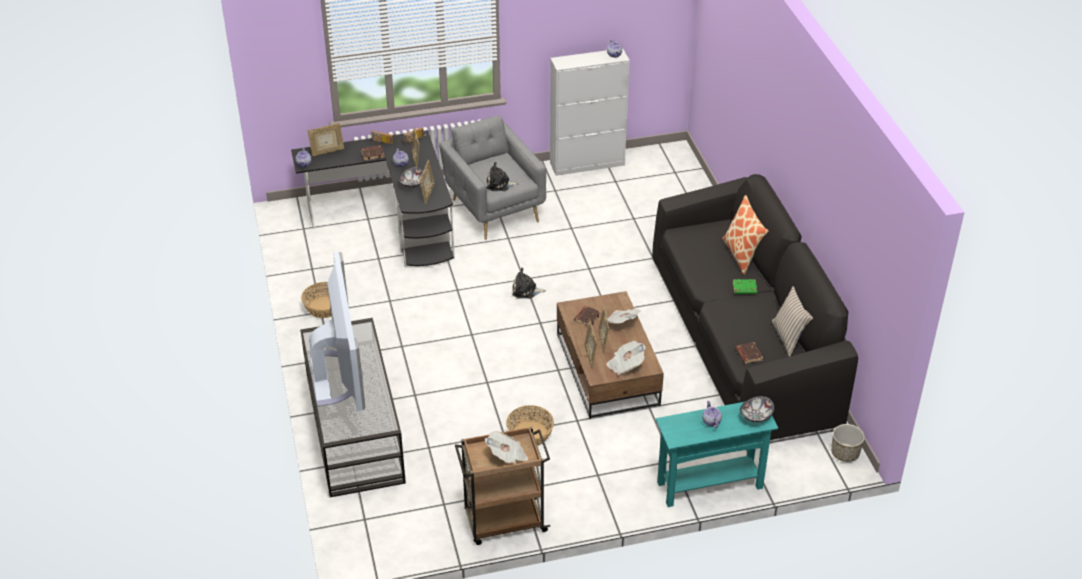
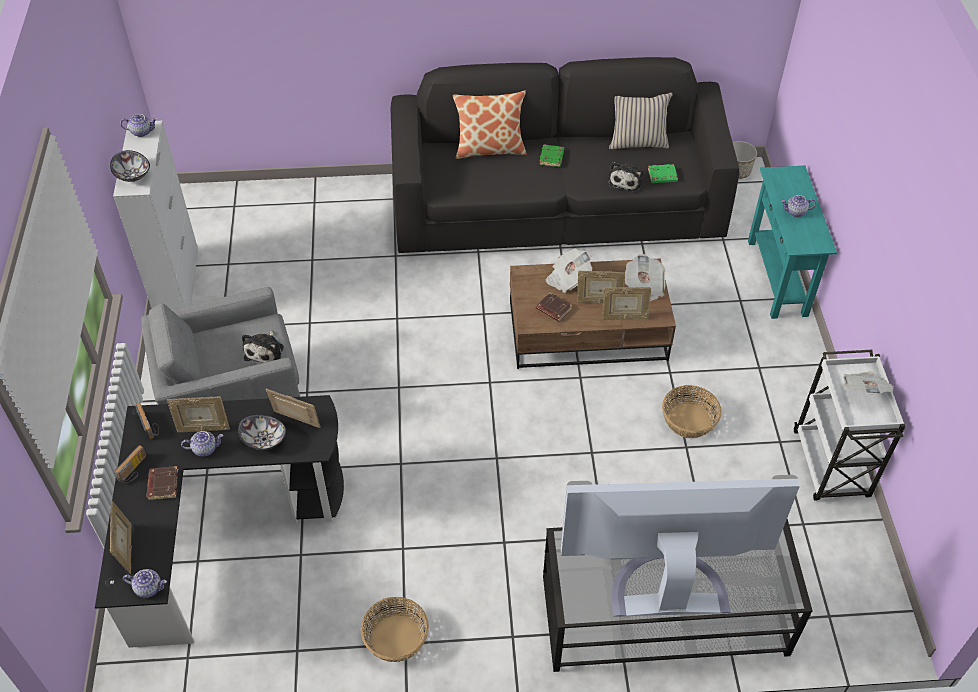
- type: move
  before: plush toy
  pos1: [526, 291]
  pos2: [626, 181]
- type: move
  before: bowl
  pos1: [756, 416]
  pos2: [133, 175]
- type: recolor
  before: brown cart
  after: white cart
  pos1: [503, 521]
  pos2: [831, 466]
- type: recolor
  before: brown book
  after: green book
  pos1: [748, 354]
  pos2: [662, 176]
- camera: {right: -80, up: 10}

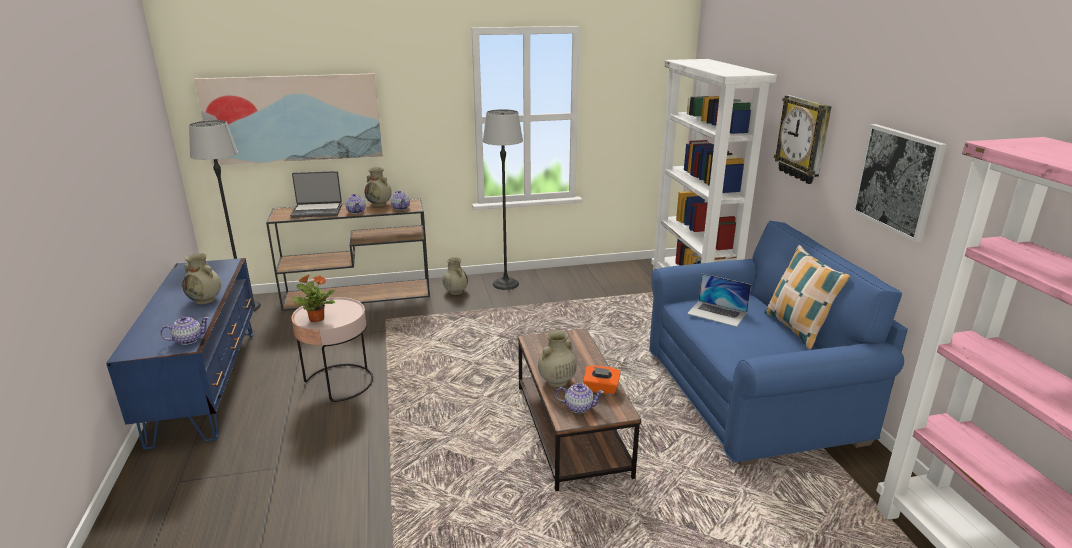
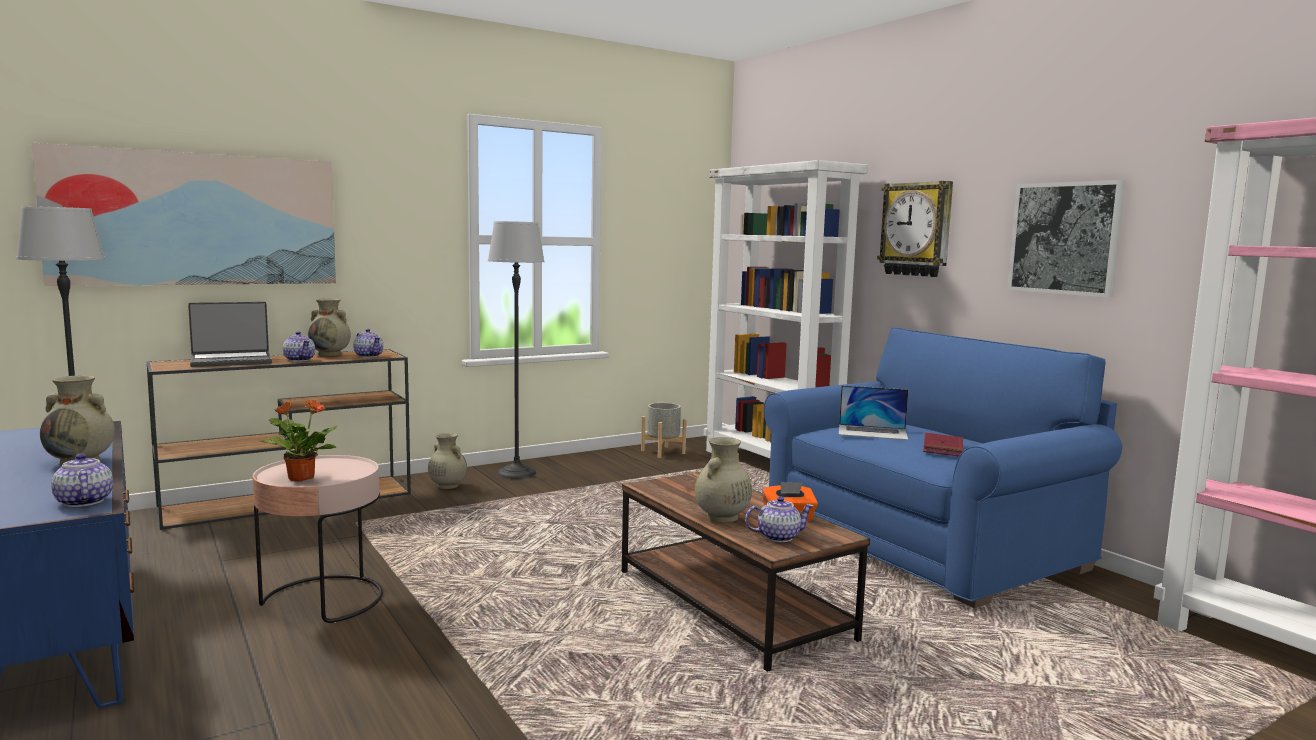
- type: delete
  before: pillow
  pos1: [797, 329]
- type: insert
  after: grey planter
  pos2: [662, 452]
- type: insert
  after: red book
  pos2: [943, 448]
- type: rotate
  before: teapot
  pos1: [188, 340]
  pos2: [83, 502]
  turn: -75
- camera: {right: -20, up: -15}

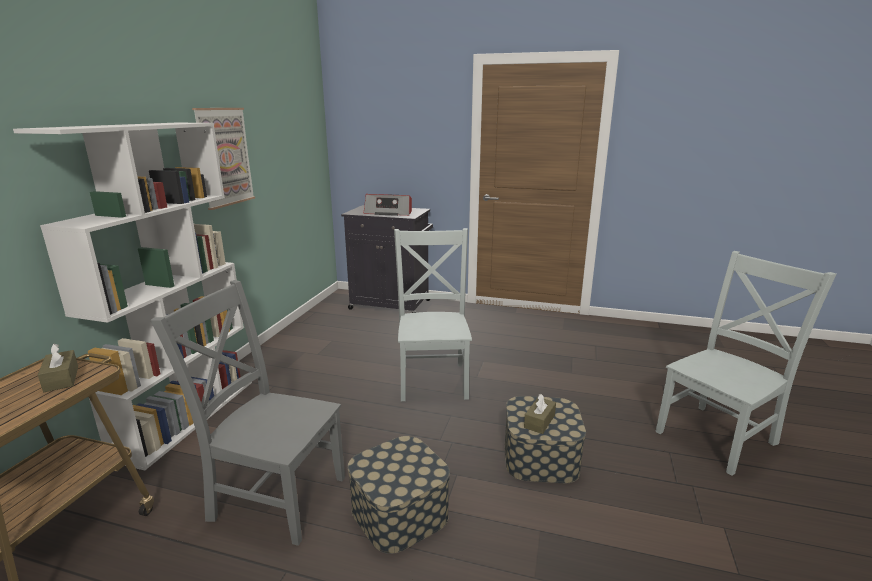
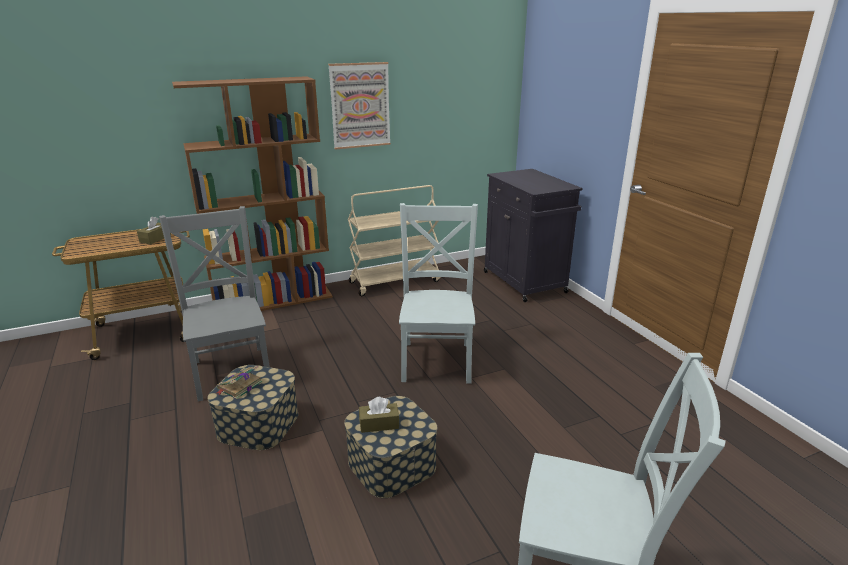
- type: delete
  before: radio
  pos1: [389, 213]
- type: insert
  after: book
  pos2: [239, 386]
- type: insert
  after: beige cart
  pos2: [395, 281]
- type: recolor
  before: white bookcase
  after: brown bookcase
  pos1: [188, 416]
  pos2: [274, 300]
- type: rotate
  before: grey chair
  pos1: [433, 379]
  pos2: [437, 359]
  turn: -45
- camera: {right: 50, up: 5}

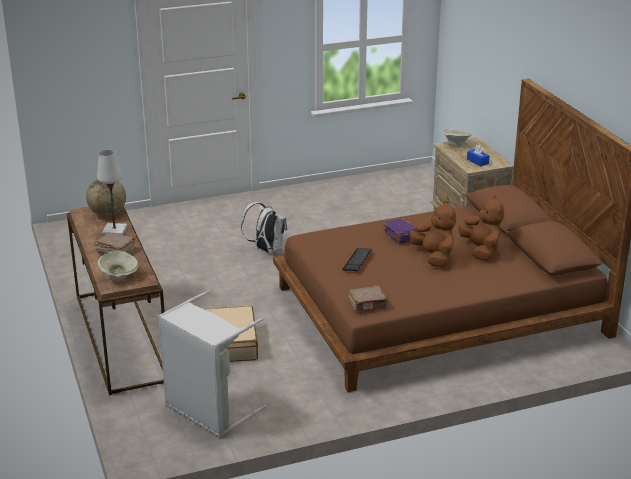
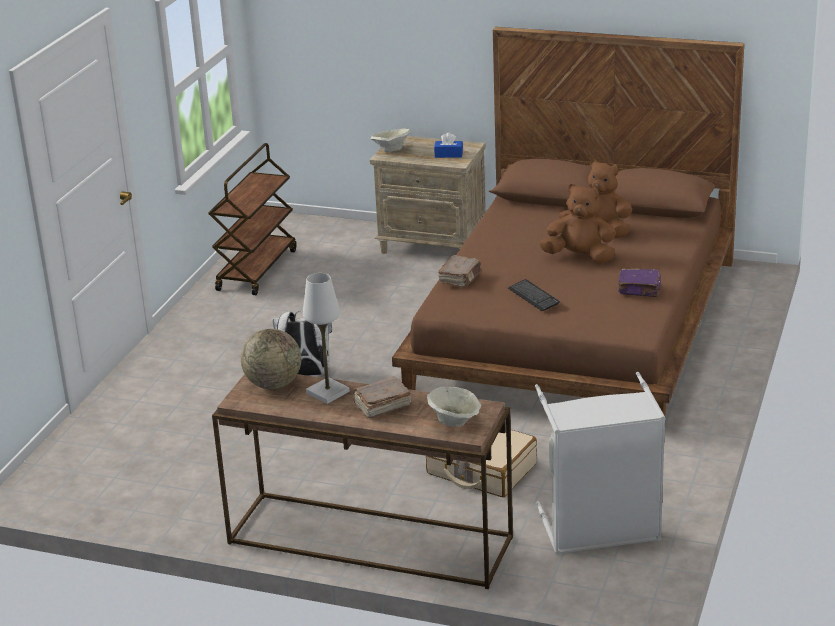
- type: insert
  after: brown cart
  pos2: [256, 269]
- type: move
  before: brown book
  pos1: [368, 305]
  pos2: [460, 278]
- type: move
  before: purple book
  pos1: [400, 236]
  pos2: [640, 290]
- camera: {right: -50, up: 0}

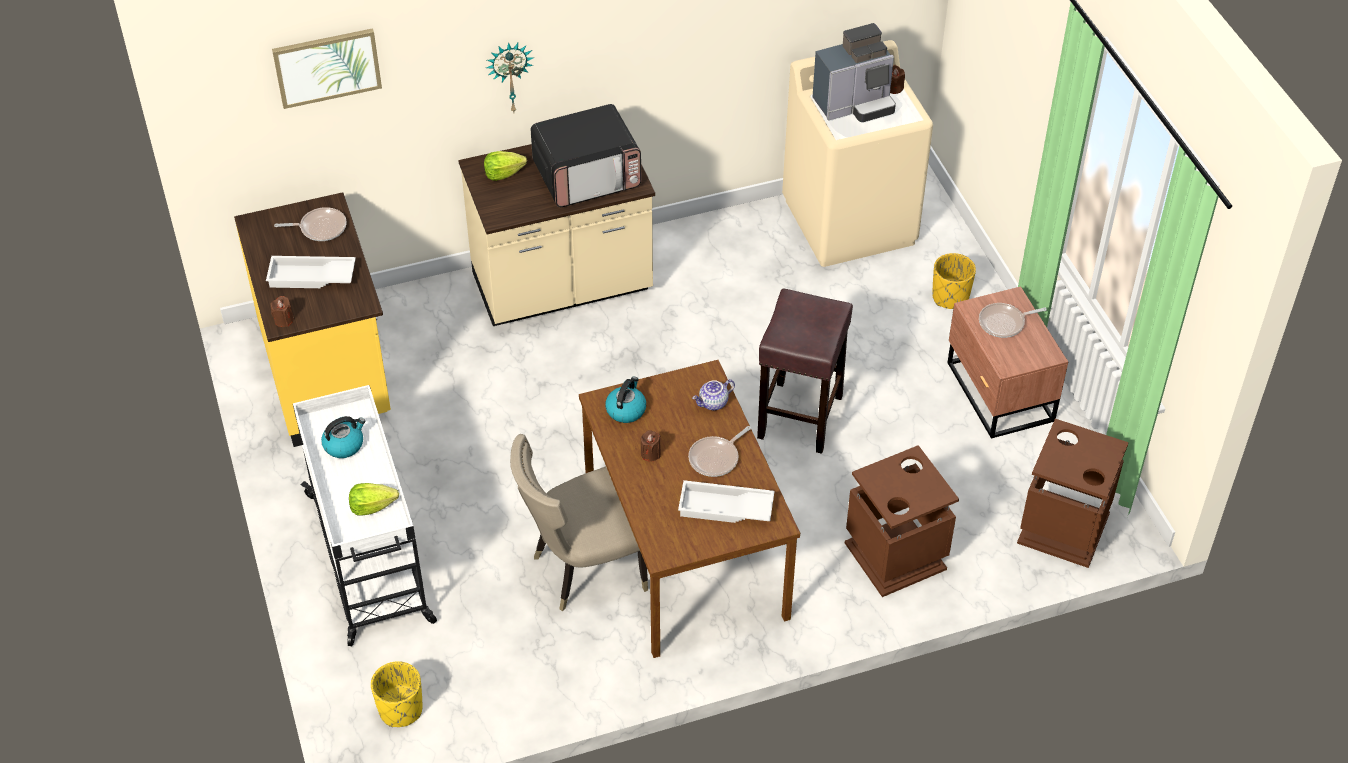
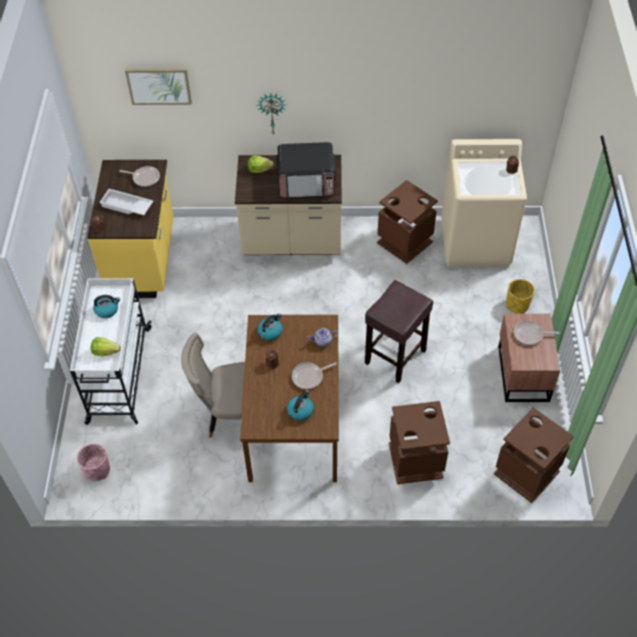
- type: delete
  before: coffee machine
  pos1: [855, 104]
- type: insert
  after: brown trash can
  pos2: [405, 242]
- type: replace
  before: white tray
  after: kettle
  pos1: [725, 509]
  pos2: [300, 410]
- type: recolor
  before: yellow planter
  after: pink planter
  pos1: [400, 710]
  pos2: [97, 470]
- camera: {right: 20, up: 5}

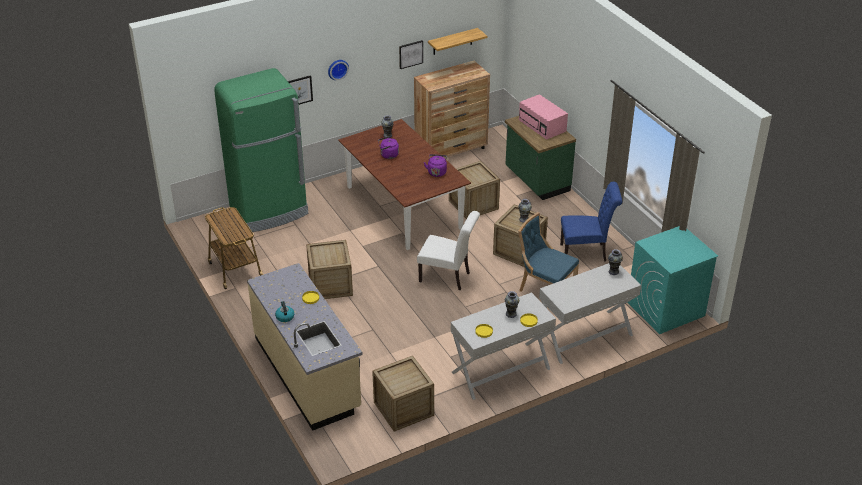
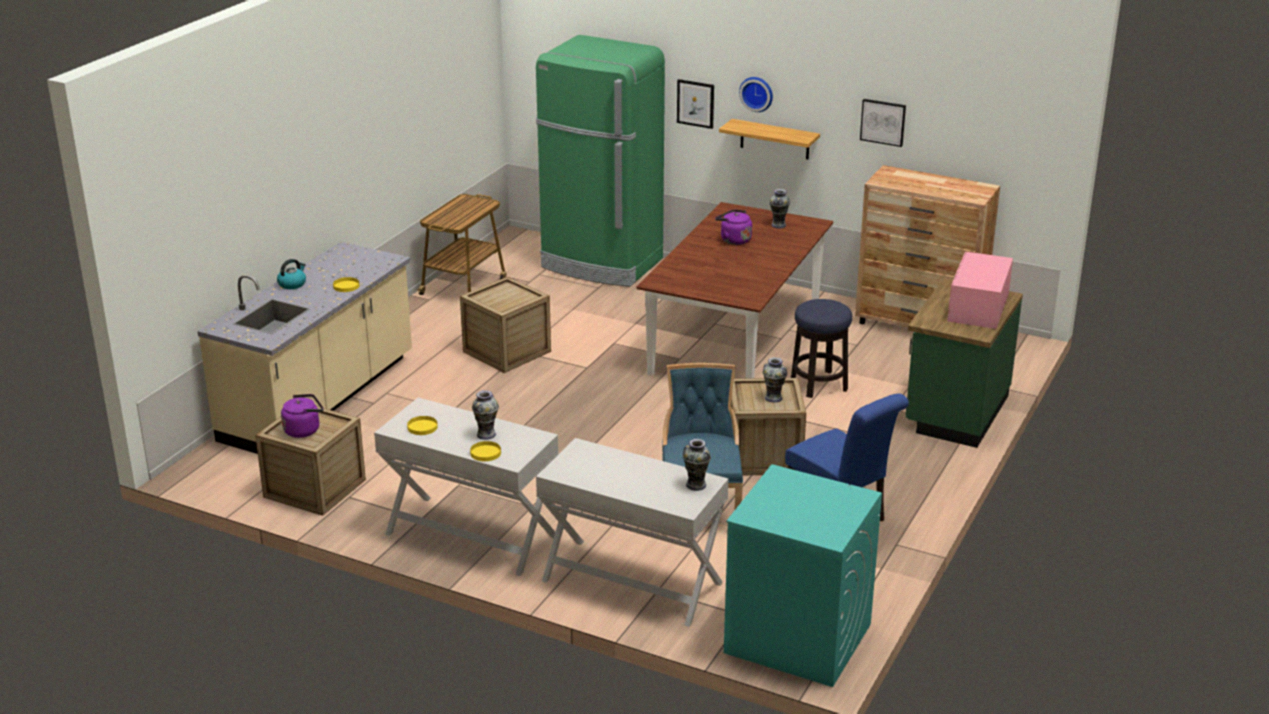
- type: delete
  before: white chair
  pos1: [448, 277]
- type: move
  before: purple kettle
  pos1: [437, 172]
  pos2: [304, 430]
- type: move
  before: shelf
  pos1: [452, 41]
  pos2: [775, 139]
- type: replace
  before: crate
  after: stool
  pos1: [473, 205]
  pos2: [819, 385]
- camera: {right: 55, up: -10}

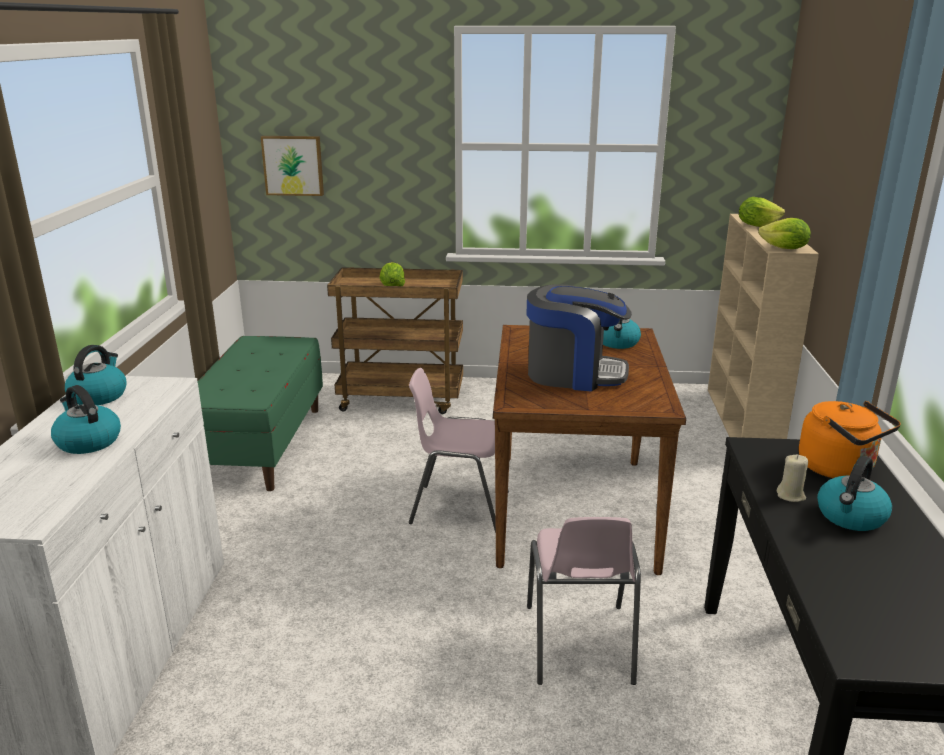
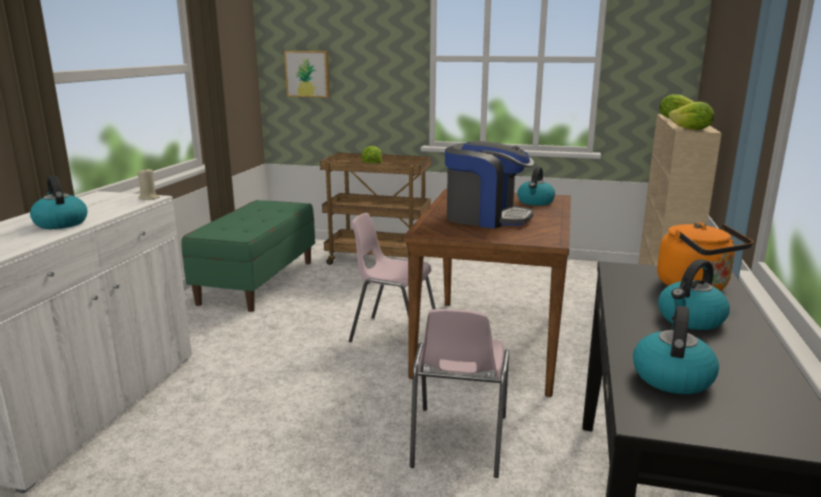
- type: move
  before: kettle
  pos1: [99, 396]
  pos2: [671, 377]
- type: move
  before: beige candle
  pos1: [791, 495]
  pos2: [149, 198]
- camera: {right: 10, up: -5}

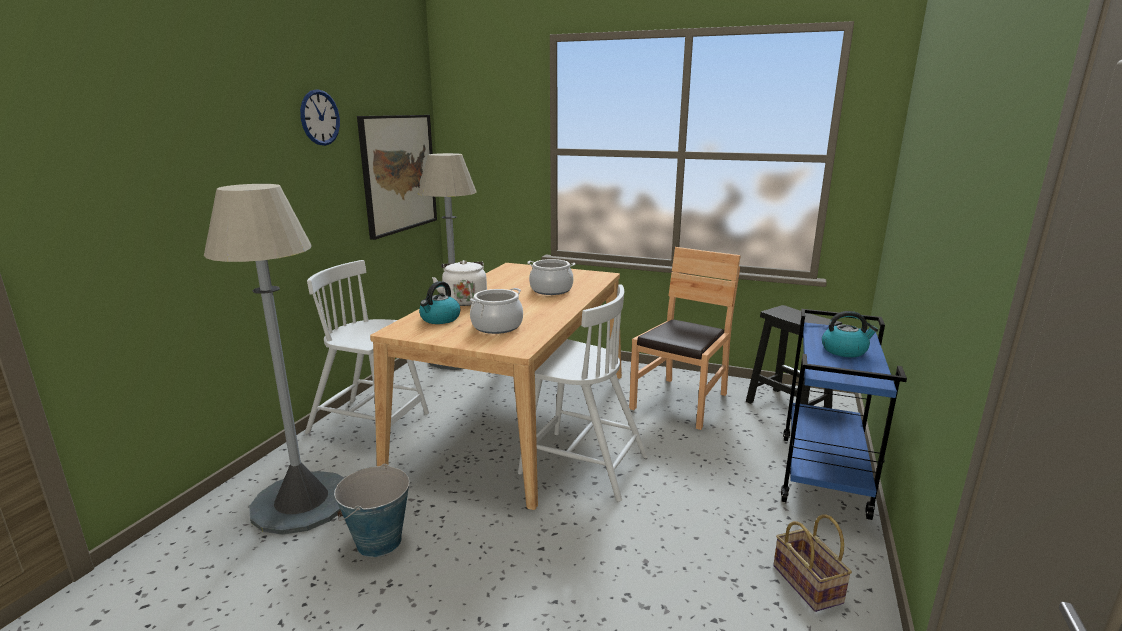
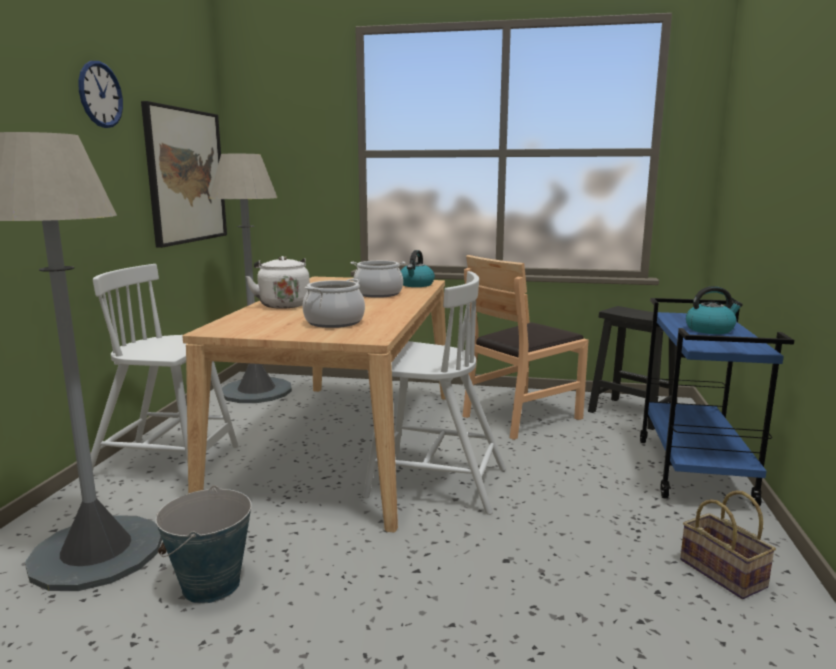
- type: move
  before: kettle
  pos1: [440, 319]
  pos2: [416, 285]
- type: rotate
  before: brown chair
  pos1: [681, 402]
  pos2: [521, 416]
  turn: -150
- camera: {right: -10, up: -5}

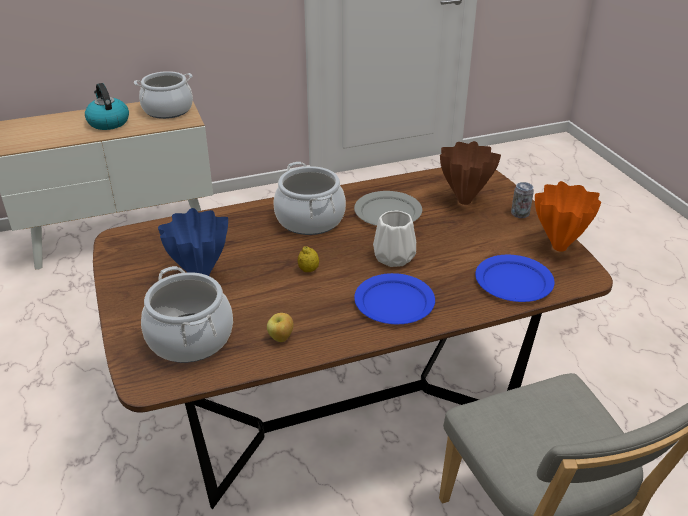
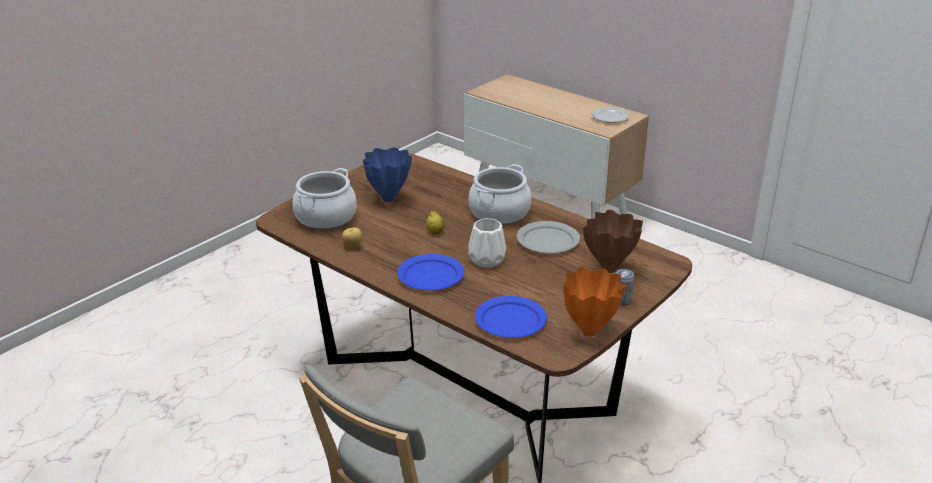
- type: delete
  before: kettle
  pos1: [108, 122]
- type: replace
  before: cooking pot
  after: plate
  pos1: [168, 110]
  pos2: [610, 117]
- camera: {right: 60, up: -5}

